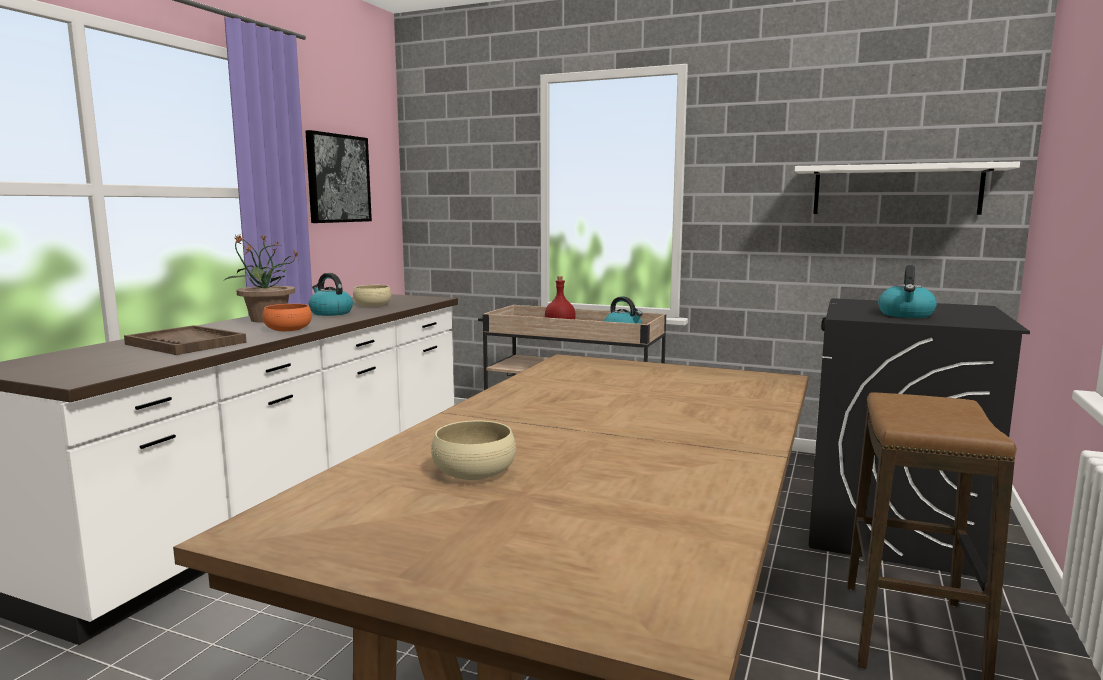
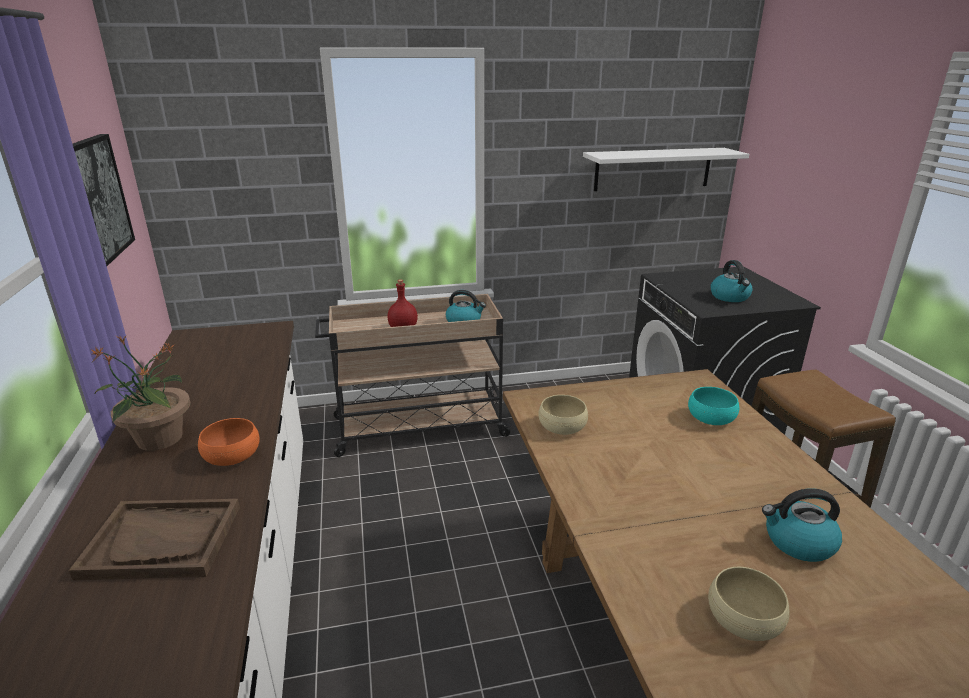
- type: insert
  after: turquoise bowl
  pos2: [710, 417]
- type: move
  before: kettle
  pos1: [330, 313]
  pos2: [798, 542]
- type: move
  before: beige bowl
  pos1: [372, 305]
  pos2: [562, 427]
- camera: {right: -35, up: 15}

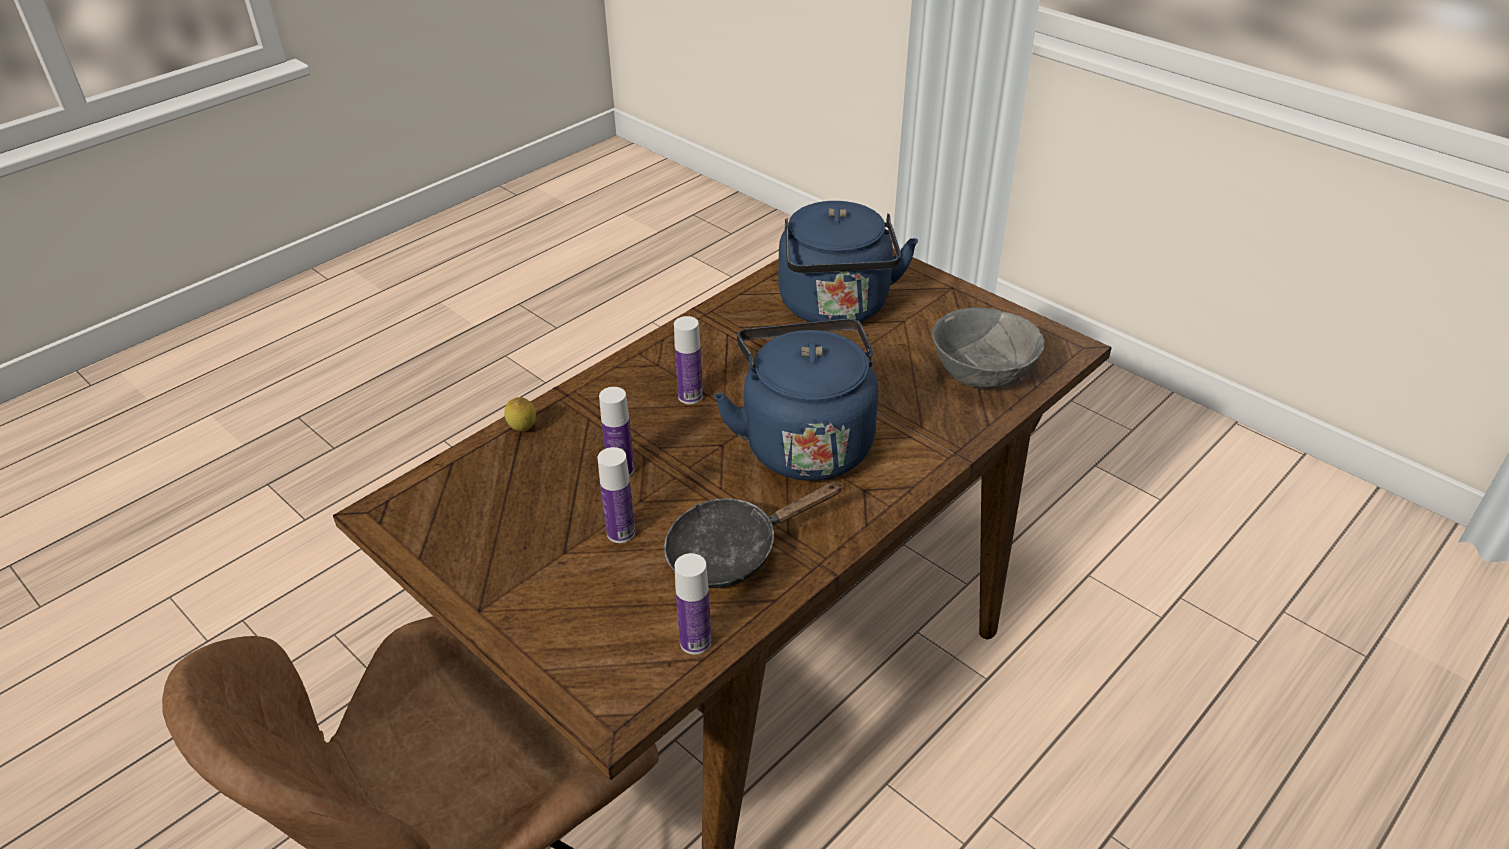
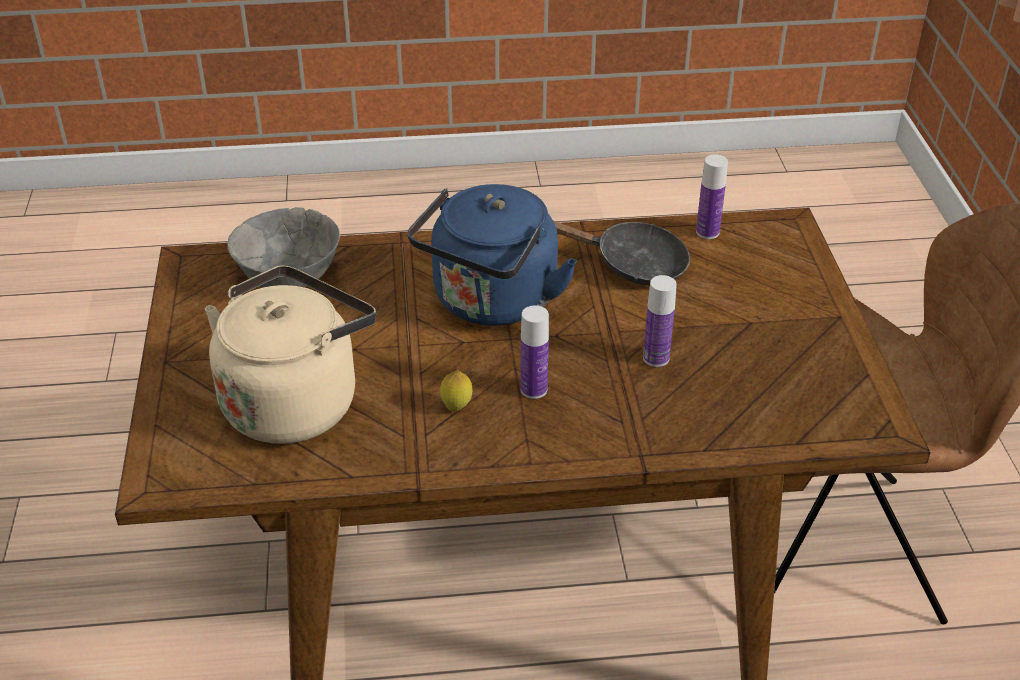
- type: delete
  before: bottle
  pos1: [621, 533]
- type: move
  before: lemon
  pos1: [523, 430]
  pos2: [456, 407]
- type: recolor
  before: blue kettle
  after: beige kettle
  pos1: [836, 309]
  pos2: [295, 401]
- camera: {right: -140, up: 0}

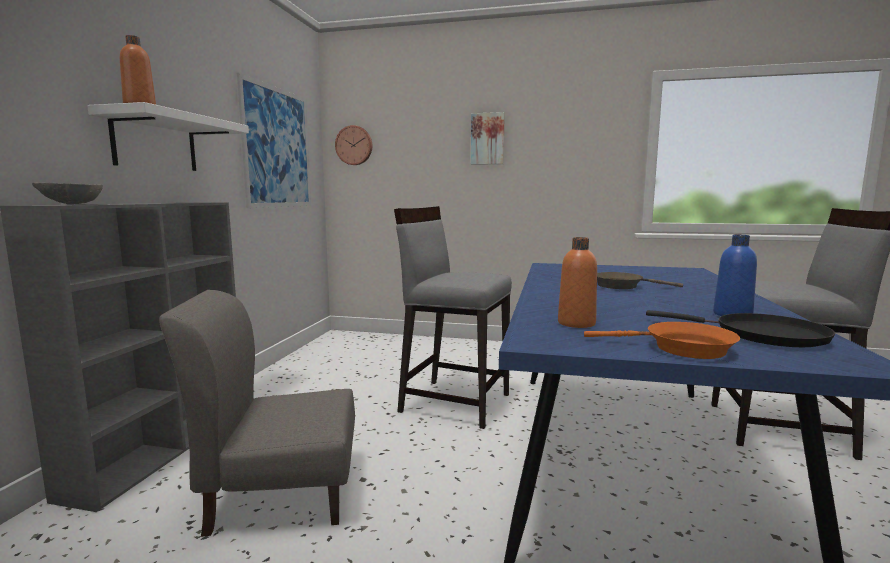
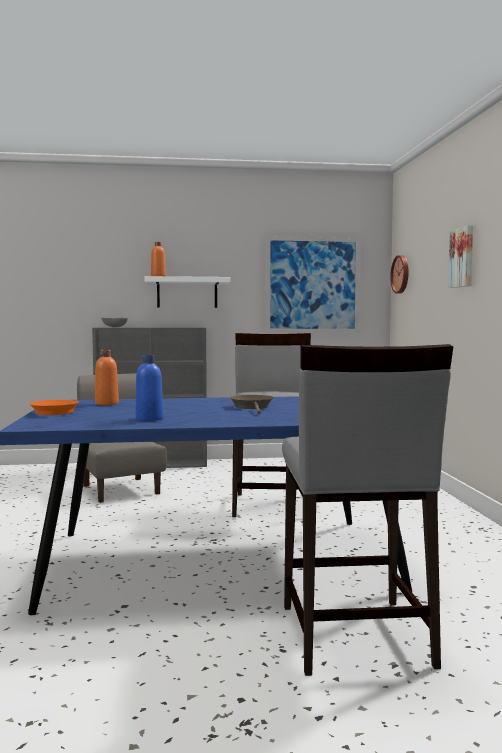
- type: delete
  before: black frying pan
  pos1: [762, 335]
- camera: {right: 70, up: -5}

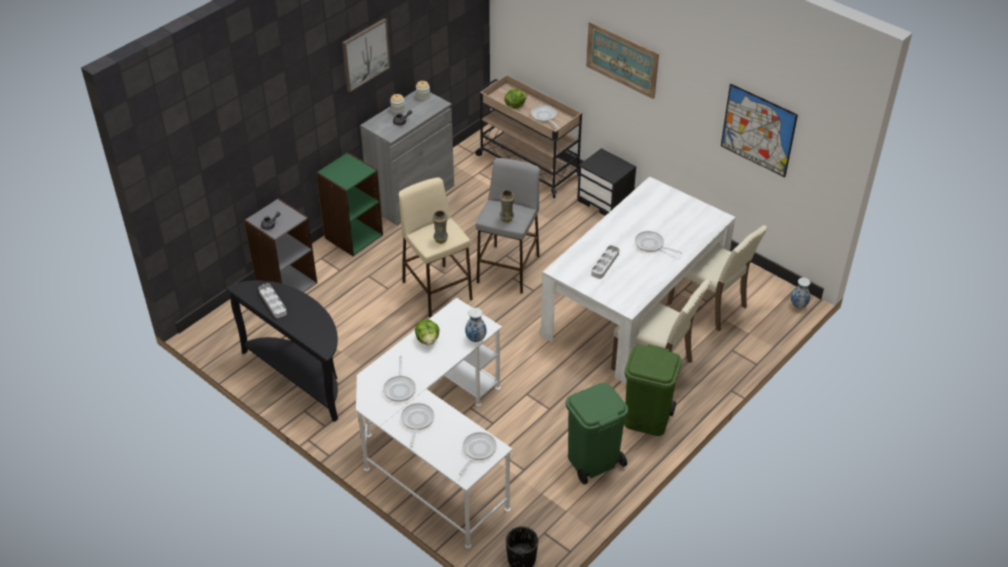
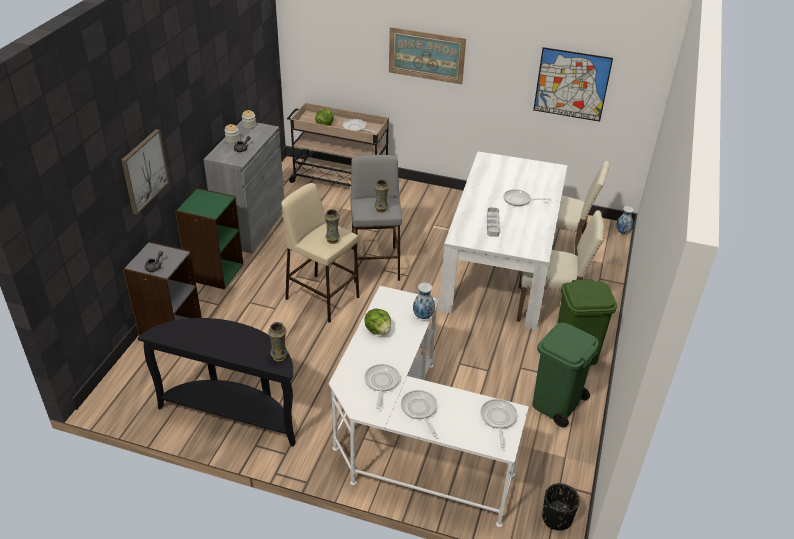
- type: delete
  before: grey tray
  pos1: [272, 302]
- type: delete
  before: black nightstand
  pos1: [606, 201]
- type: insert
  after: vase
  pos2: [279, 357]
- type: move
  before: picture
  pos1: [365, 54]
  pos2: [144, 171]
- type: rotate
  before: frying pan
  pos1: [400, 388]
  pos2: [381, 383]
  turn: -150
- camera: {right: -25, up: -5}

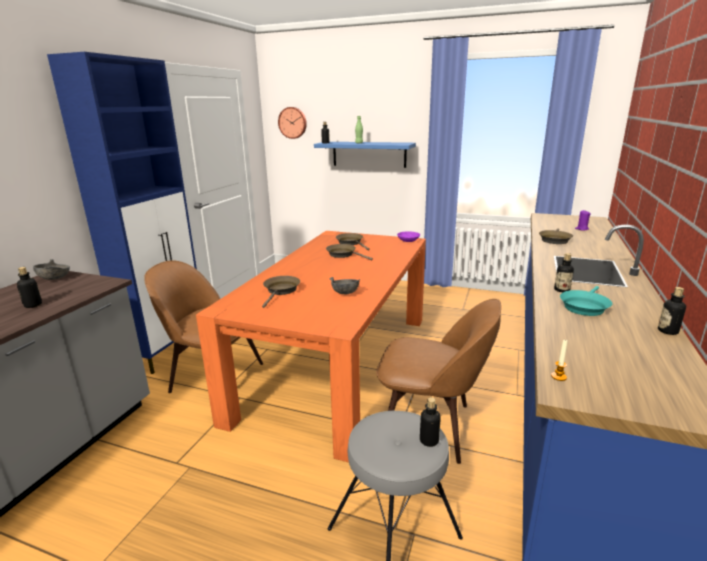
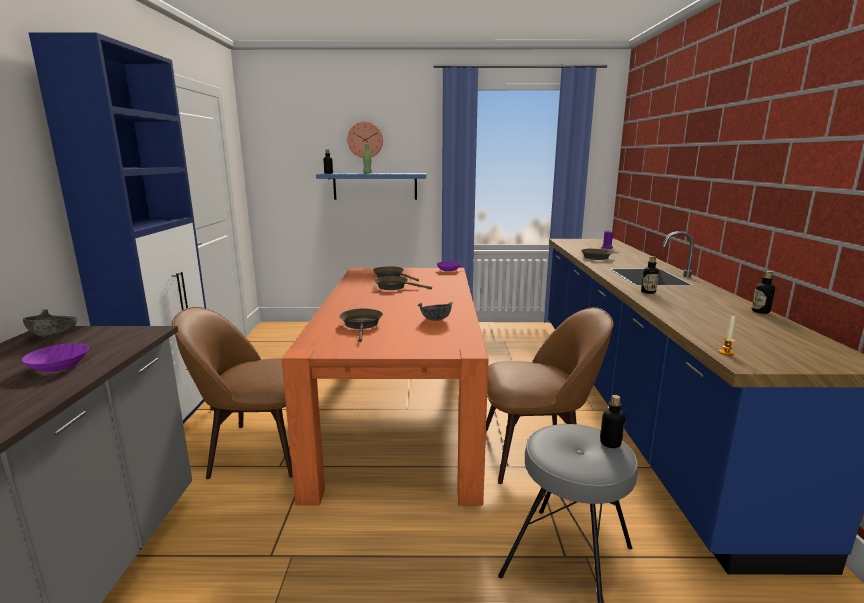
- type: delete
  before: turquoise frying pan
  pos1: [584, 306]
- type: move
  before: wall clock
  pos1: [293, 122]
  pos2: [365, 140]
- type: replace
  before: bottle
  after: purple bowl
  pos1: [33, 305]
  pos2: [58, 366]
- camera: {right: -20, up: -5}

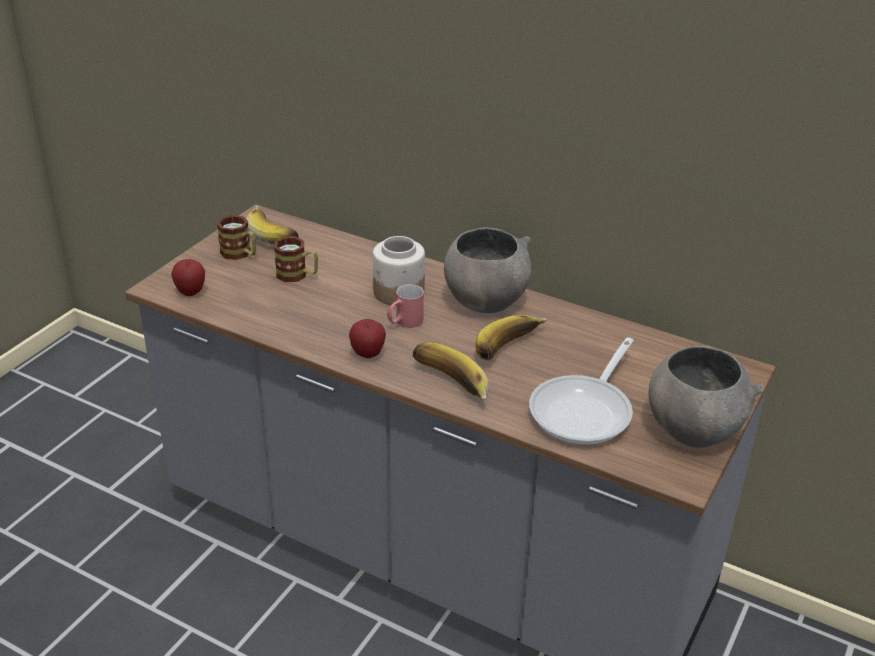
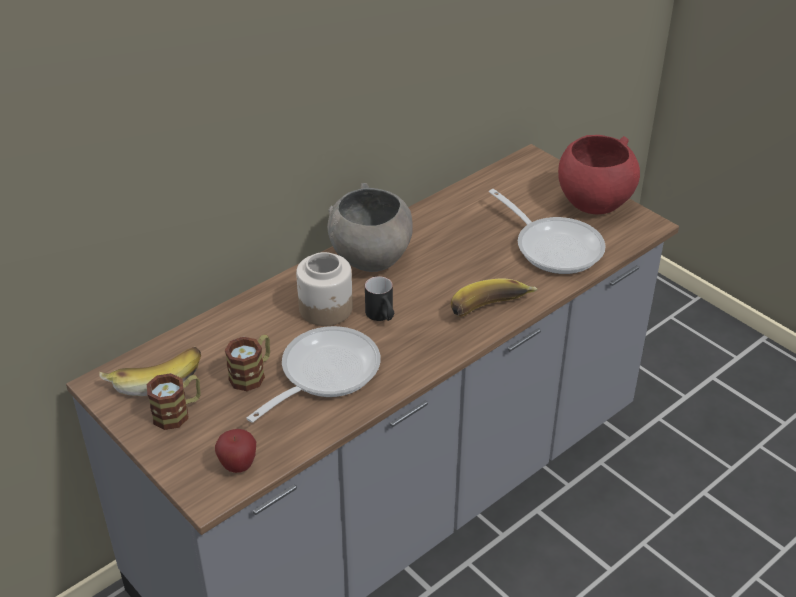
- type: delete
  before: apple
  pos1: [367, 354]
- type: delete
  before: banana
  pos1: [511, 349]
- type: insert
  after: frying pan
  pos2: [323, 374]
- type: recolor
  before: red mug
  after: black mug
  pos1: [404, 323]
  pos2: [382, 316]
- type: recolor
  before: grey bowl
  after: red bowl
  pos1: [693, 429]
  pos2: [593, 202]
- camera: {right: -70, up: 5}

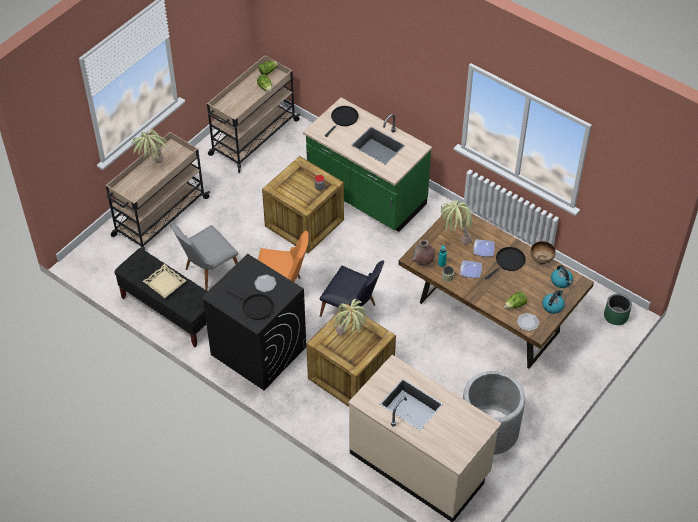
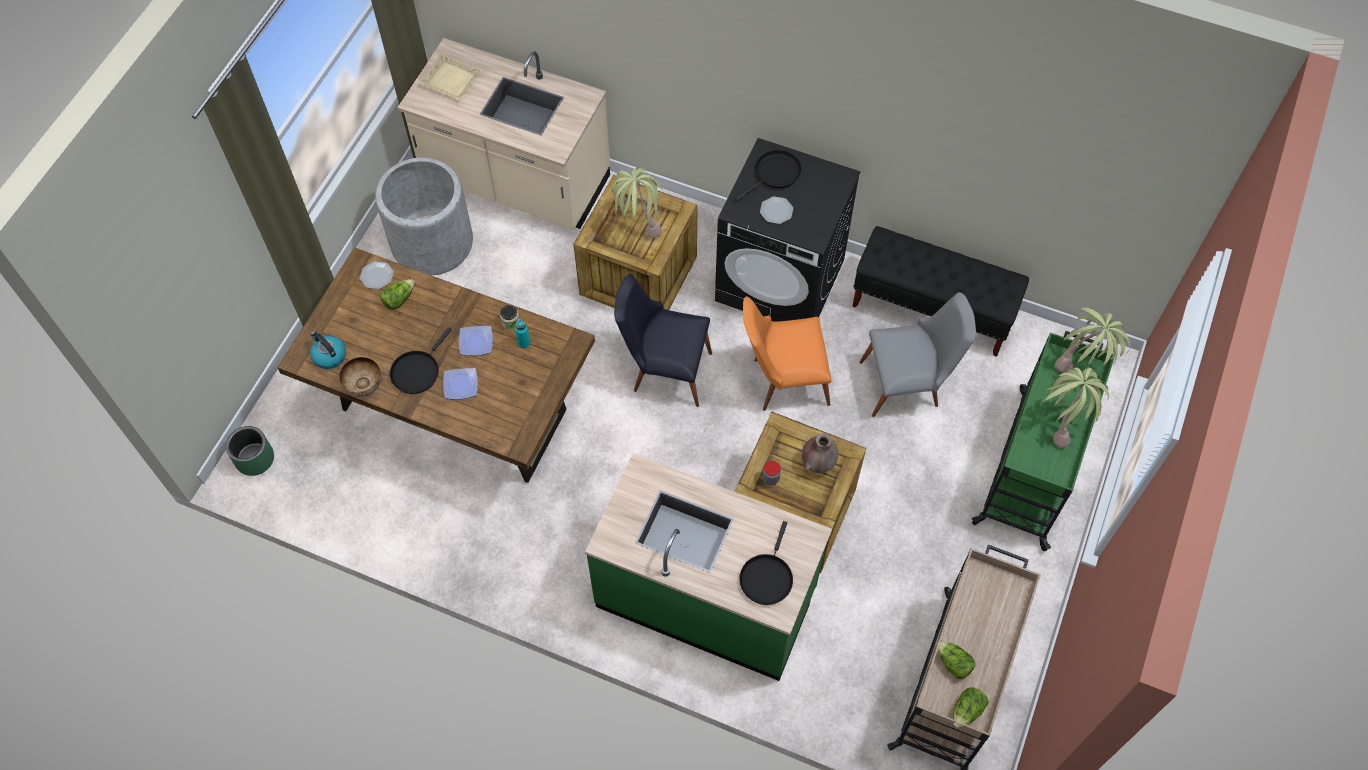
- type: delete
  before: kettle
  pos1: [552, 306]
- type: move
  before: beige tray
  pos1: [164, 283]
  pos2: [451, 80]
- type: move
  before: brown vase
  pos1: [423, 262]
  pos2: [818, 463]
- type: move
  before: potted plant
  pos1: [454, 239]
  pos2: [1082, 368]
- type: recolor
  before: beige cart
  after: green cart
  pos1: [159, 217]
  pos2: [1032, 465]
- type: rotate
  before: grey chair
  pos1: [207, 272]
  pos2: [908, 385]
  turn: 45
- type: rotate
  before: black frying pan
  pos1: [256, 307]
  pos2: [775, 174]
  turn: 120
- camera: {right: 165, up: 10}

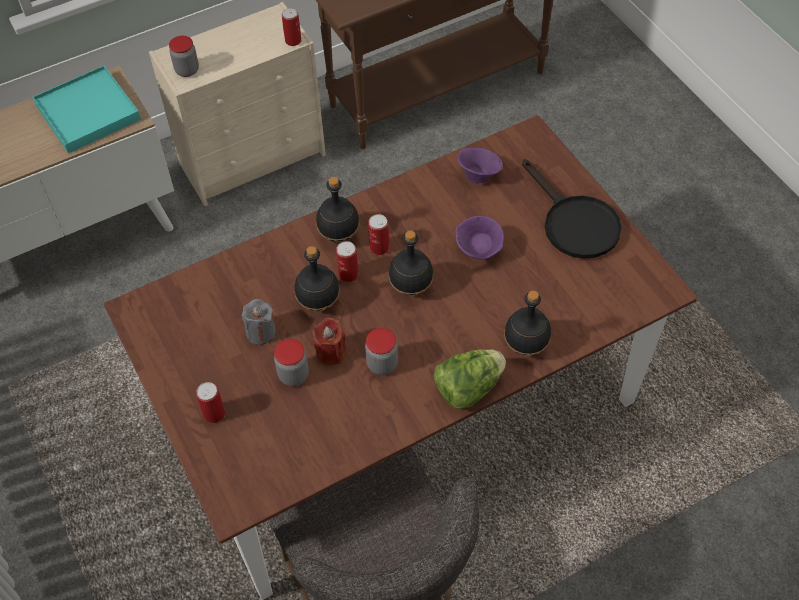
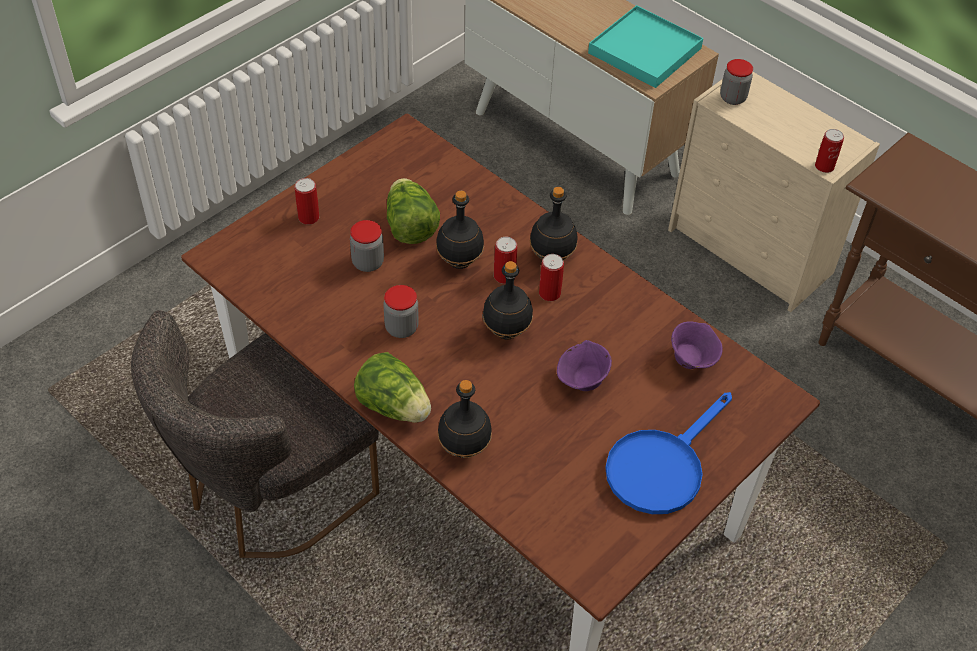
- type: delete
  before: red candle
  pos1: [331, 352]
- type: replace
  before: grey candle
  after: lettuce
  pos1: [261, 332]
  pos2: [410, 227]
- type: recolor
  before: black frying pan
  after: blue frying pan
  pos1: [574, 223]
  pos2: [661, 466]
- camera: {right: 70, up: -5}

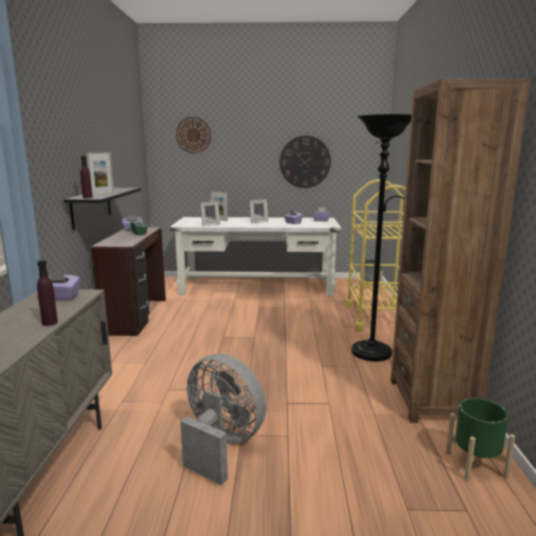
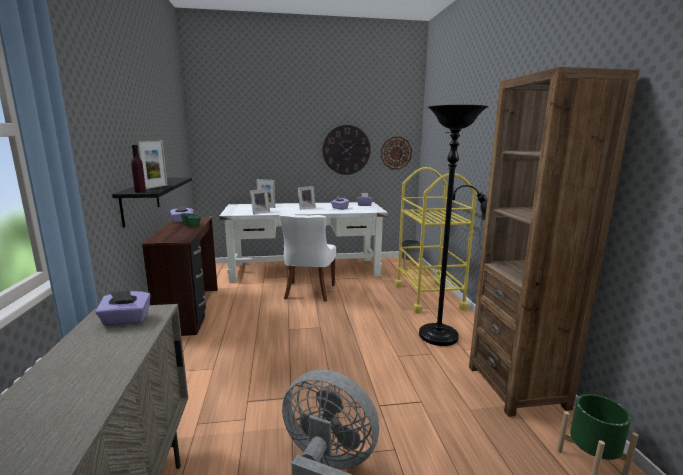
- type: delete
  before: purple bottle
  pos1: [49, 323]
- type: insert
  after: white chair
  pos2: [309, 292]
- type: move
  before: wall clock
  pos1: [193, 135]
  pos2: [396, 153]
- camera: {right: -10, up: 0}

